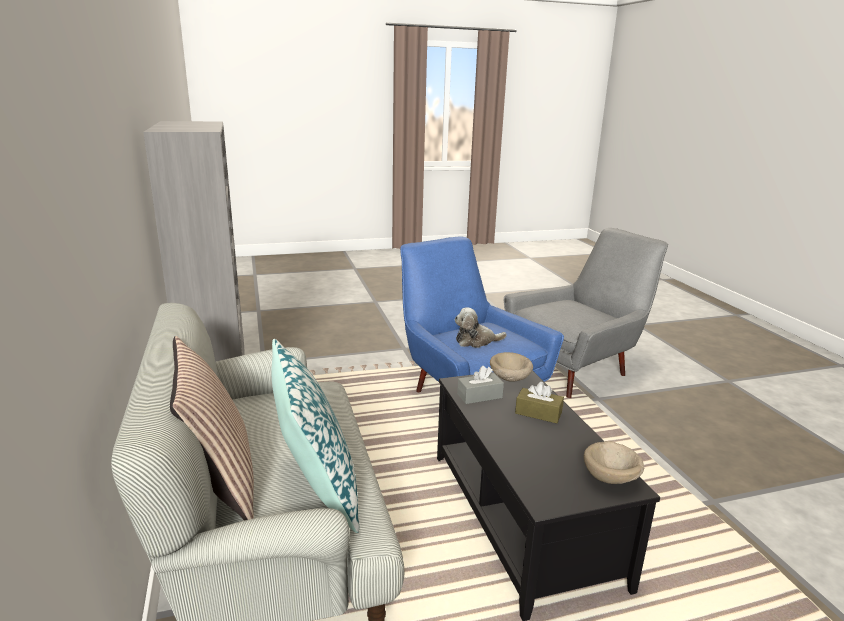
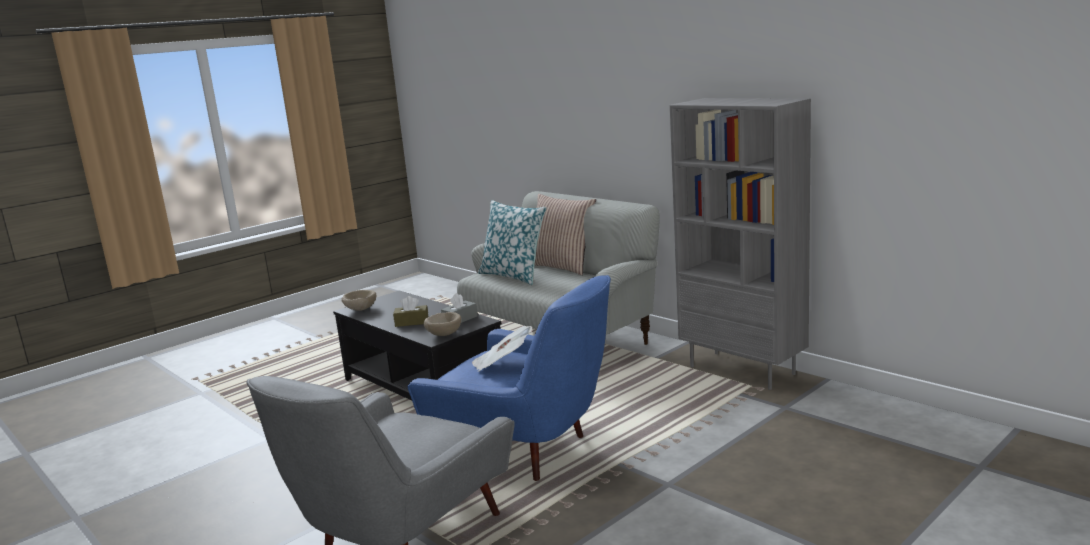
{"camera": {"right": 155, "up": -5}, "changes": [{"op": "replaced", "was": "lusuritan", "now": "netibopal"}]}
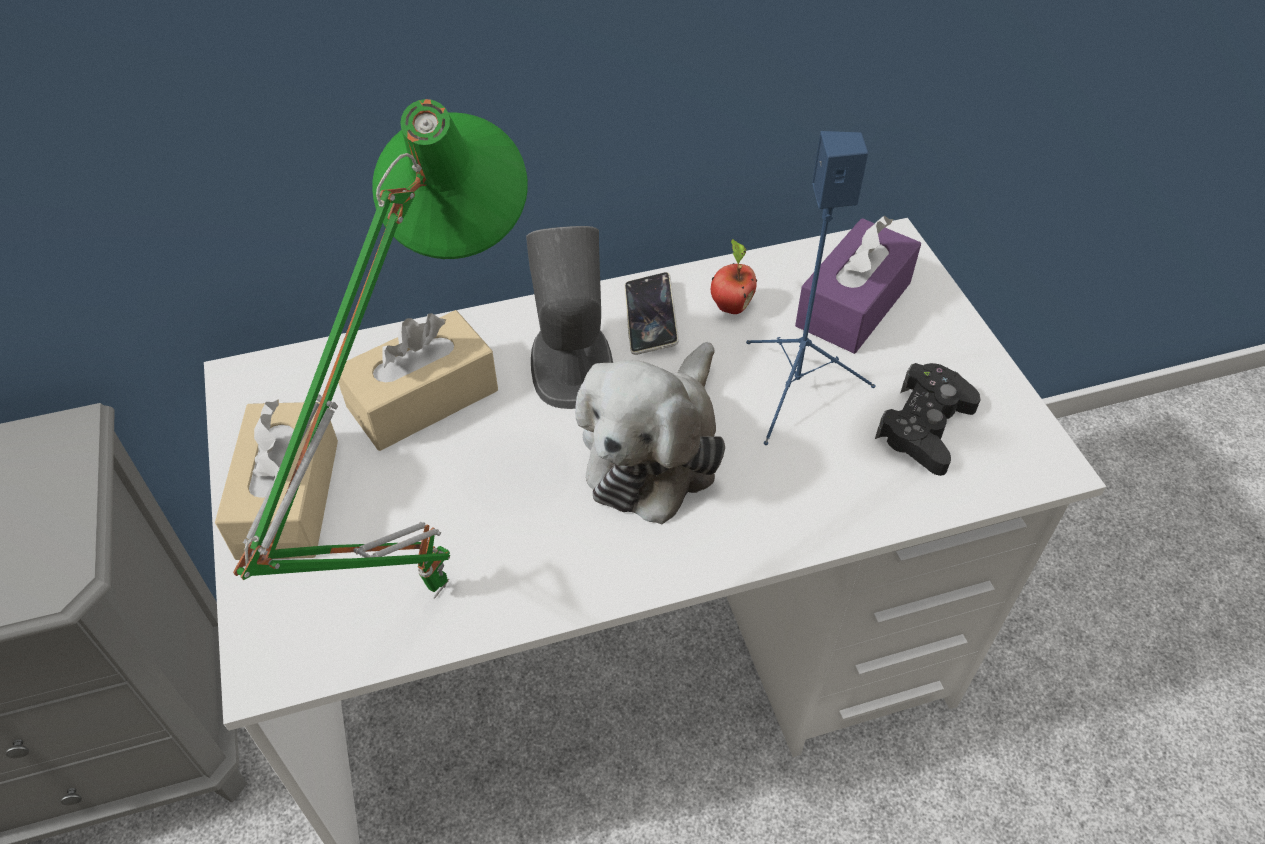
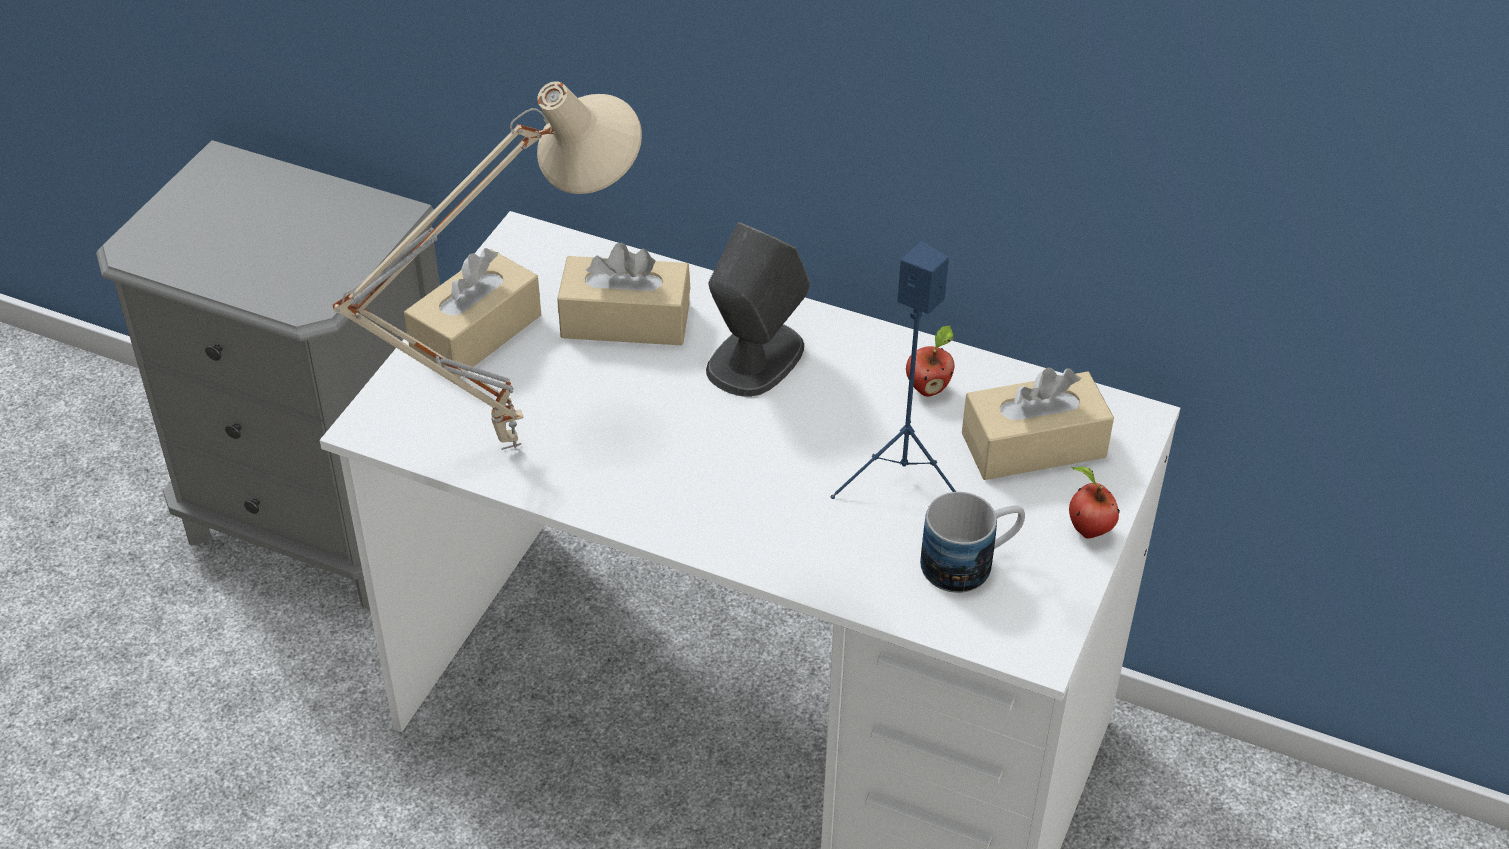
{"camera": {"right": 40, "up": -5}, "changes": [{"op": "recoloured", "was": "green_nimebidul", "now": "beige_nimebidul"}, {"op": "removed", "was": "lusuritan"}, {"op": "removed", "was": "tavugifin"}, {"op": "recoloured", "was": "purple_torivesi", "now": "beige_torivesi (3rd from left)"}, {"op": "replaced", "was": "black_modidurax", "now": "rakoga"}, {"op": "added", "now": "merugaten (2nd from left)"}]}
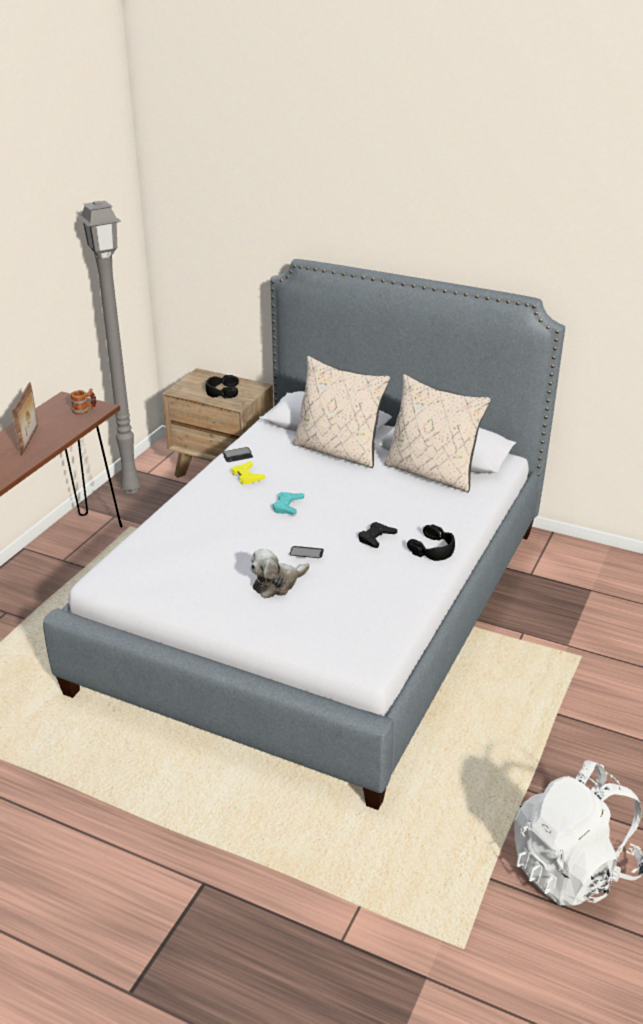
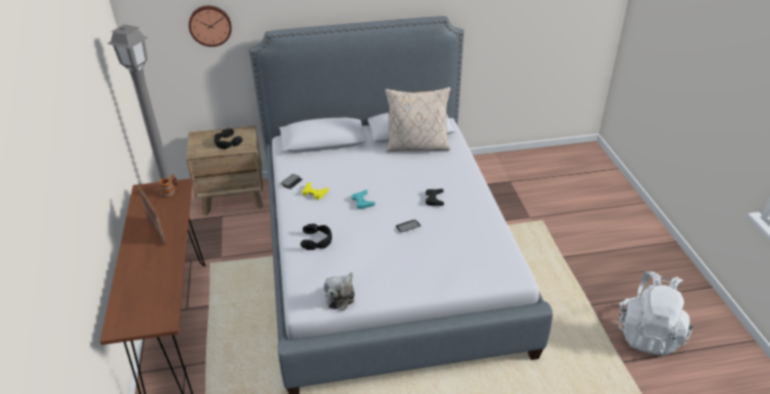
{"camera": {"right": -35, "up": 5}, "changes": [{"op": "moved", "was": "lusuritan"}, {"op": "removed", "was": "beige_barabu (1st from left)"}, {"op": "moved", "was": "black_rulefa (2nd from left)"}, {"op": "added", "now": "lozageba"}]}
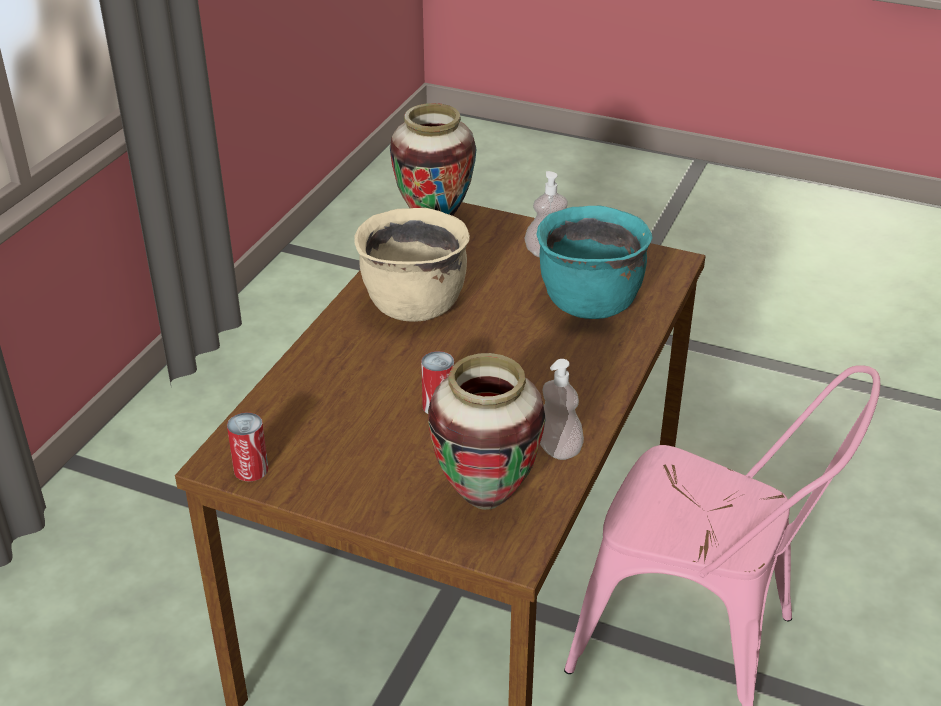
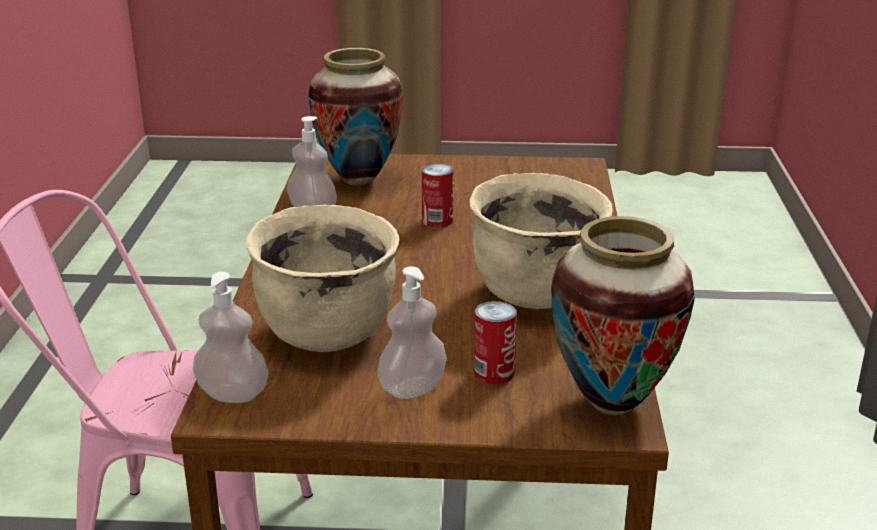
{"camera": {"right": 160, "up": -10}, "changes": [{"op": "moved", "was": "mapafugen (1st from left in the first image)", "now": "mapafugen (2nd from left)"}, {"op": "recoloured", "was": "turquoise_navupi", "now": "beige_navupi (1st from left)"}, {"op": "added", "now": "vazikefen (1st from left)"}]}
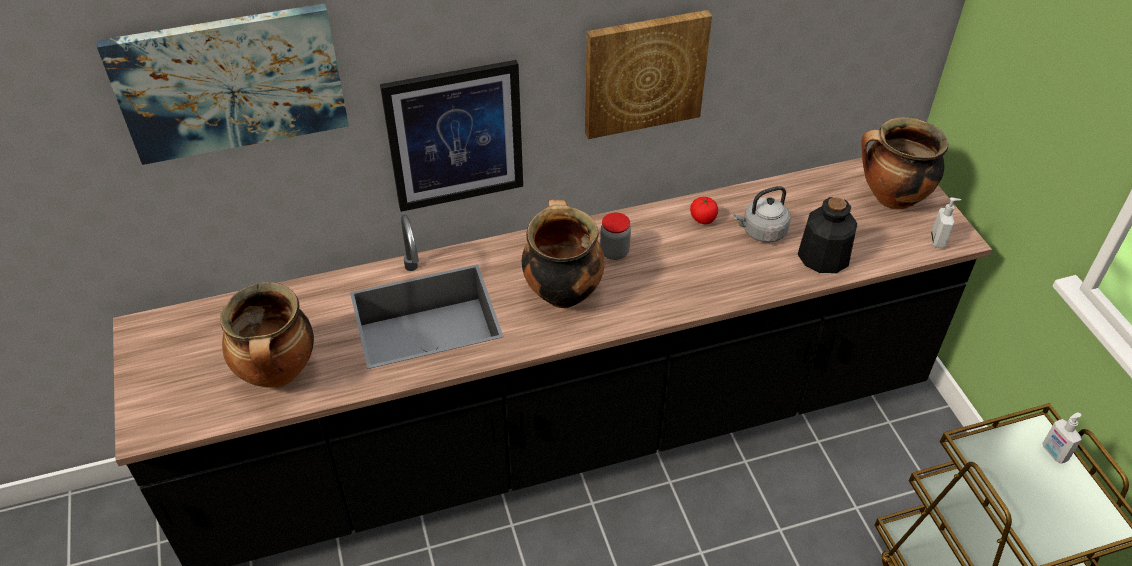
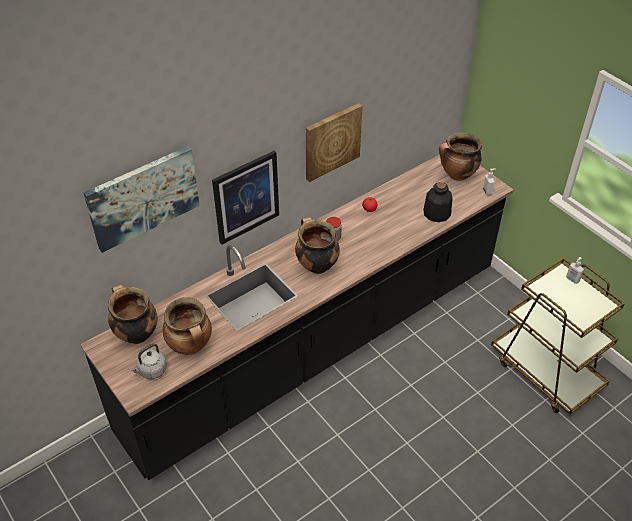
{"camera": {"right": -20, "up": 0}, "changes": [{"op": "moved", "was": "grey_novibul"}, {"op": "added", "now": "navupi (1st from left)"}]}
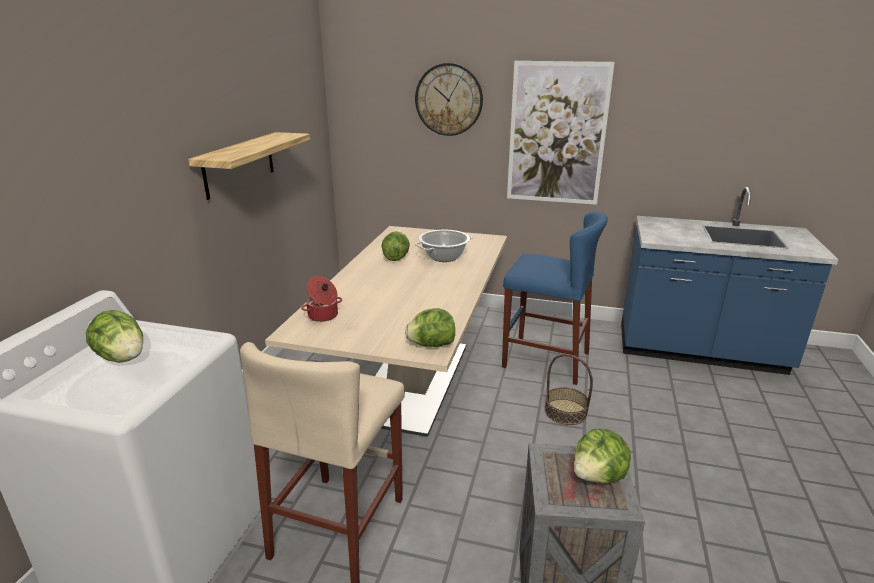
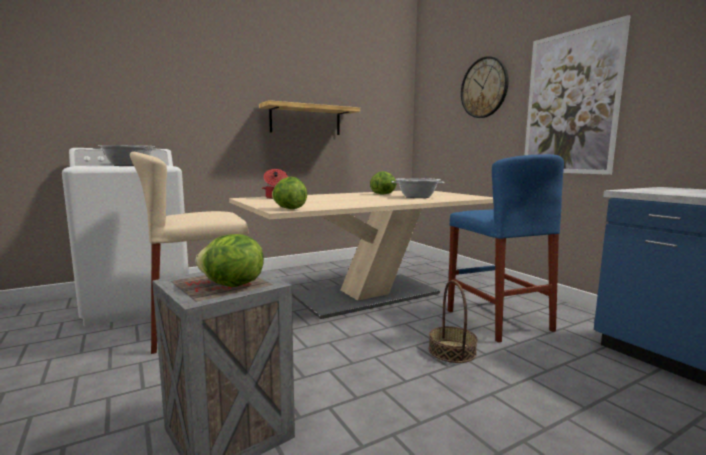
{"camera": {"right": 45, "up": -15}, "changes": [{"op": "replaced", "was": "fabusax (1st from left)", "now": "navupi (1st from left)"}]}
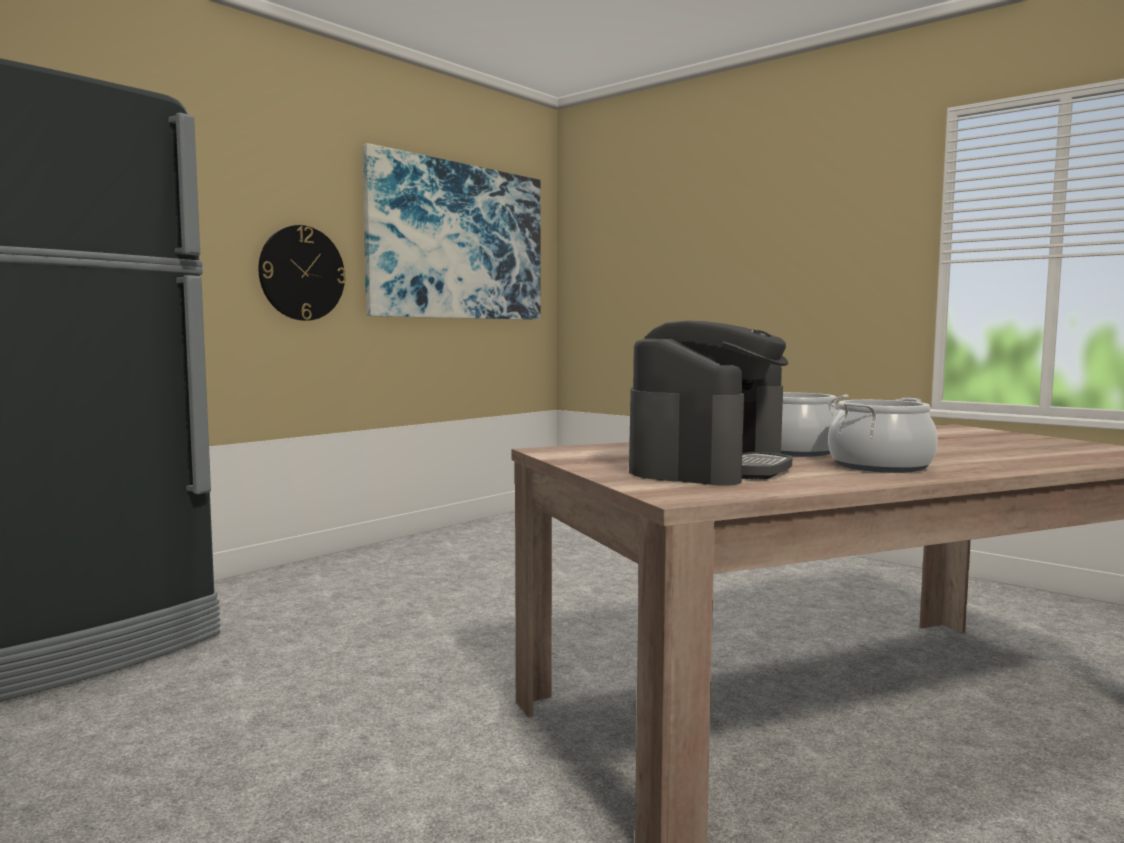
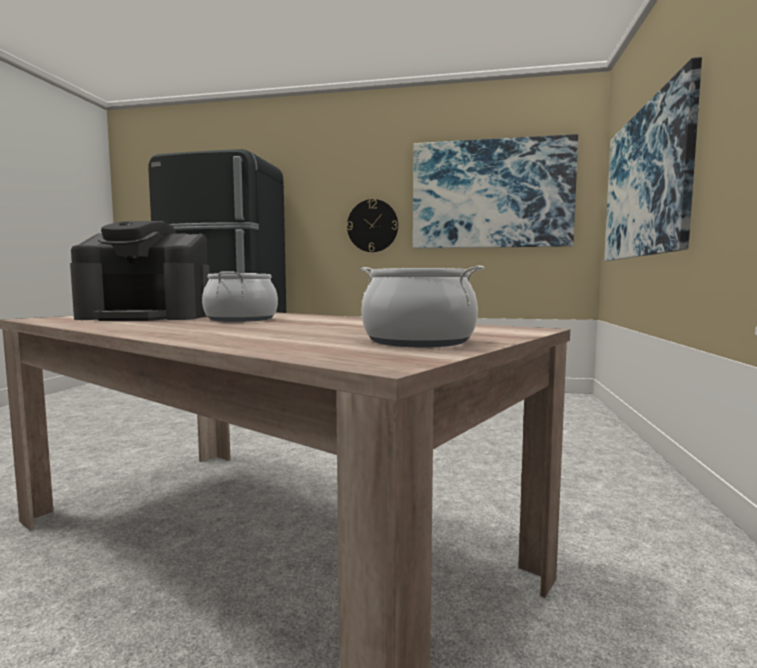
{"camera": {"right": 60, "up": 0}, "changes": [{"op": "moved", "was": "navupi (2nd from left)"}, {"op": "added", "now": "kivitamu (2nd from left)"}]}
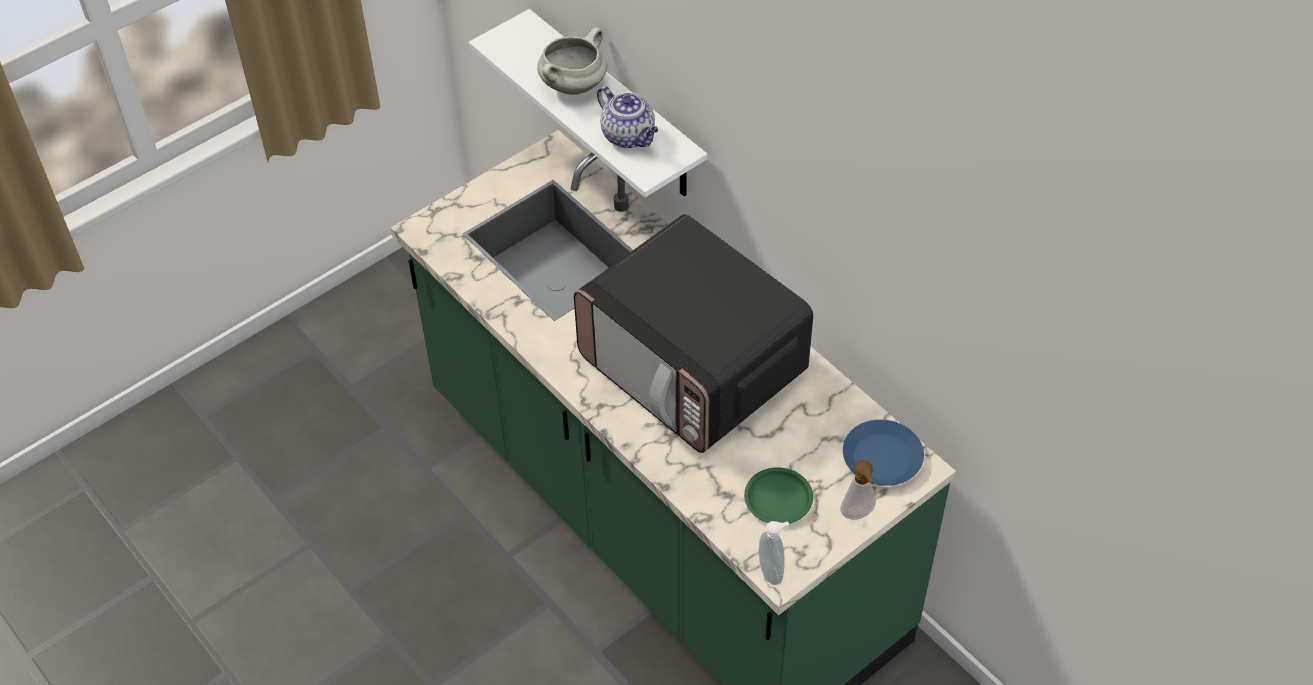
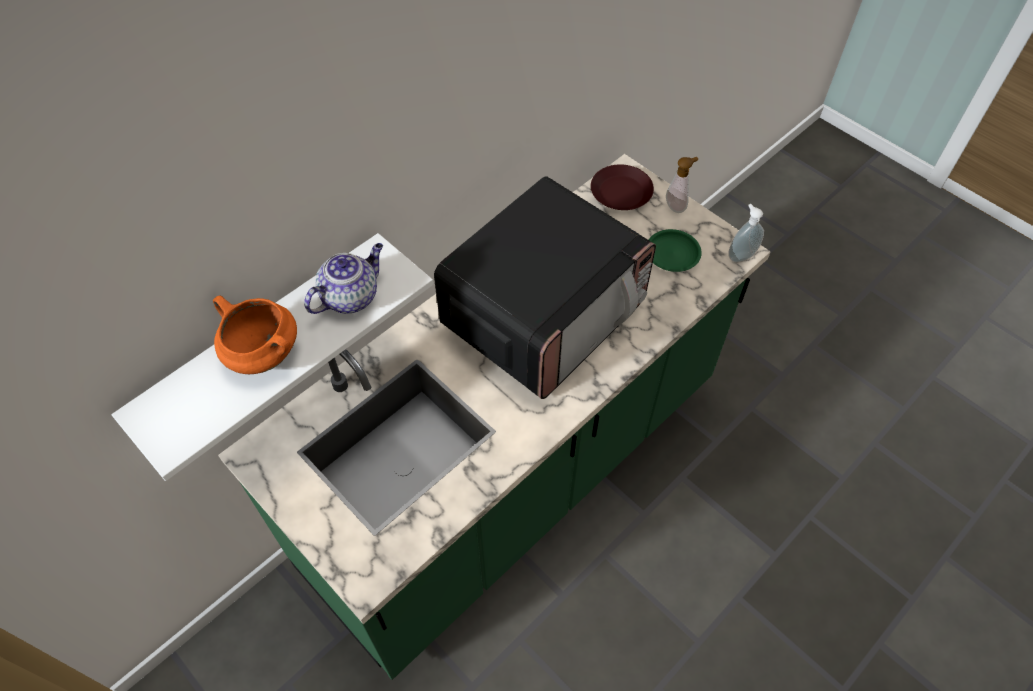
{"camera": {"right": -95, "up": 5}, "changes": [{"op": "recoloured", "was": "white_navupi", "now": "orange_navupi"}, {"op": "recoloured", "was": "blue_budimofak", "now": "brown_budimofak"}]}
